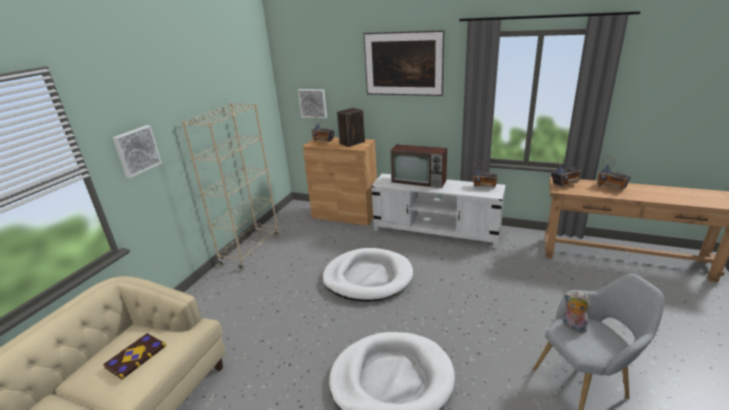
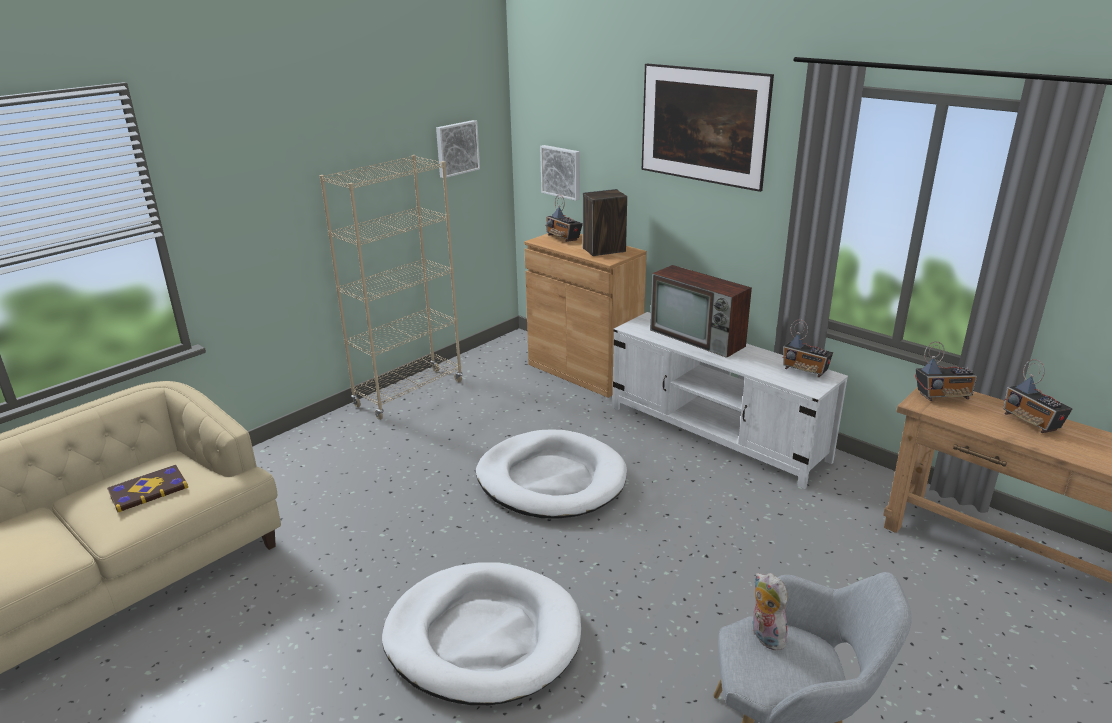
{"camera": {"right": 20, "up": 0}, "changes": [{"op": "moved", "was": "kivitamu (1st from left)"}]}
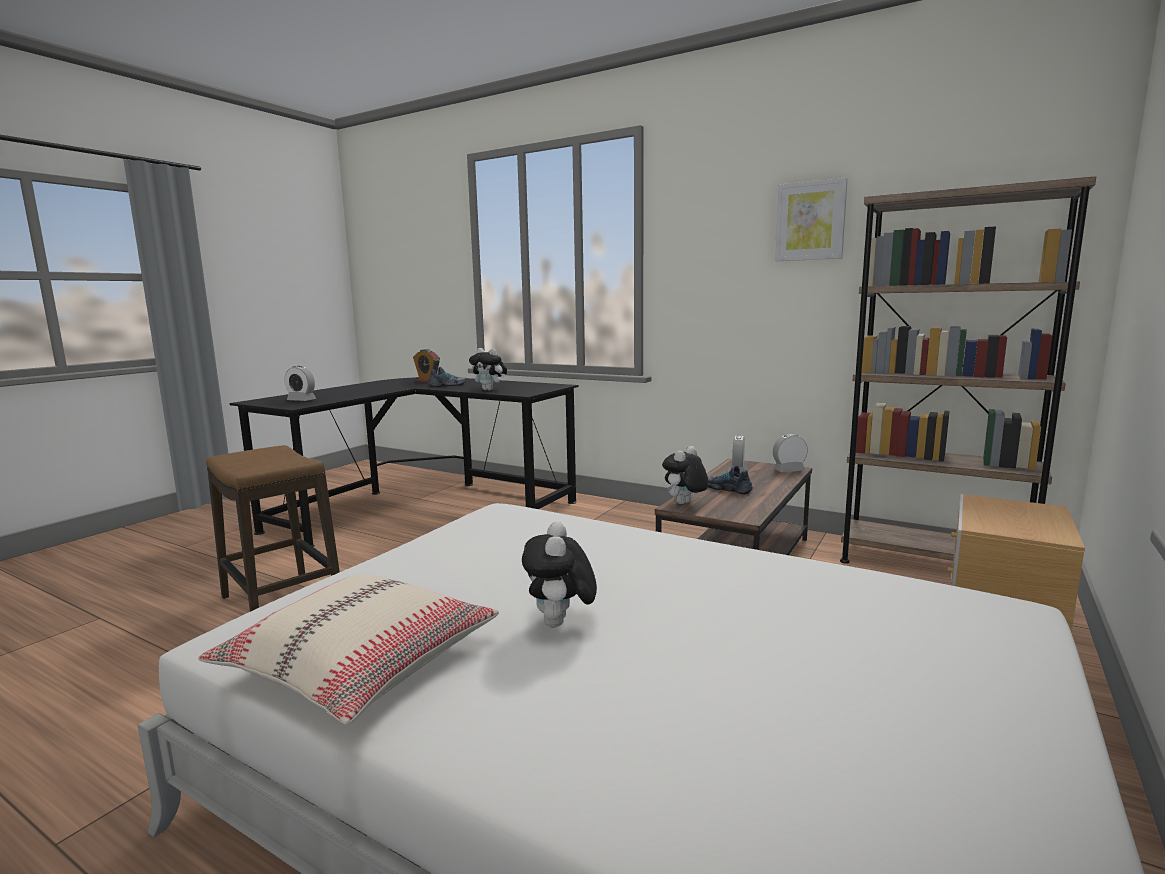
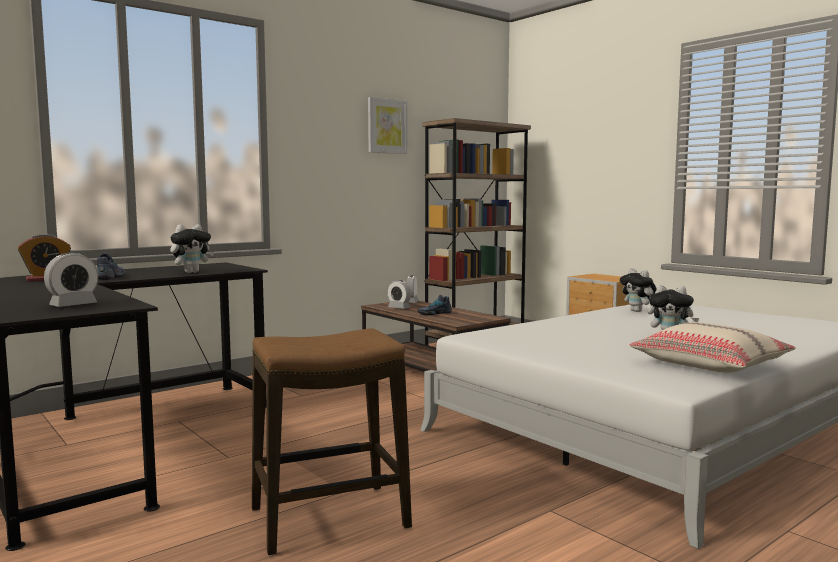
{"camera": {"right": -70, "up": -5}, "changes": [{"op": "moved", "was": "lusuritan (3rd from left in the first image)", "now": "lusuritan (2nd from left)"}]}
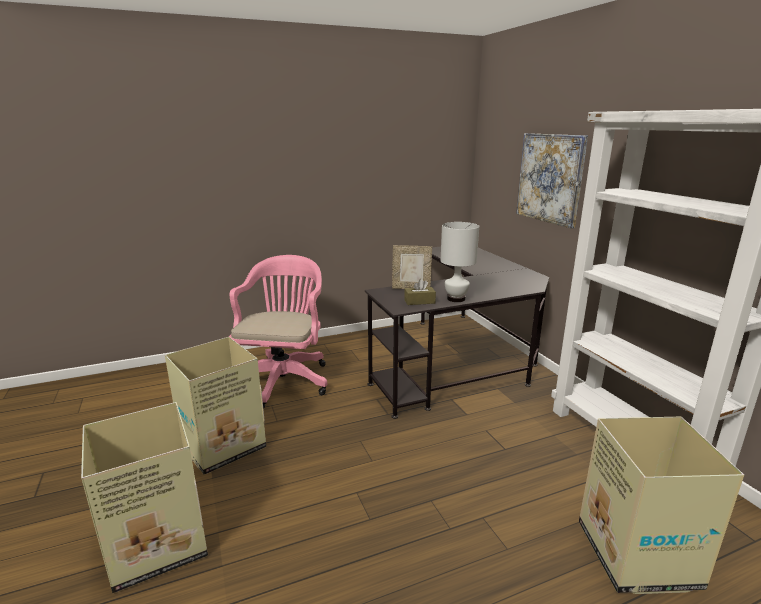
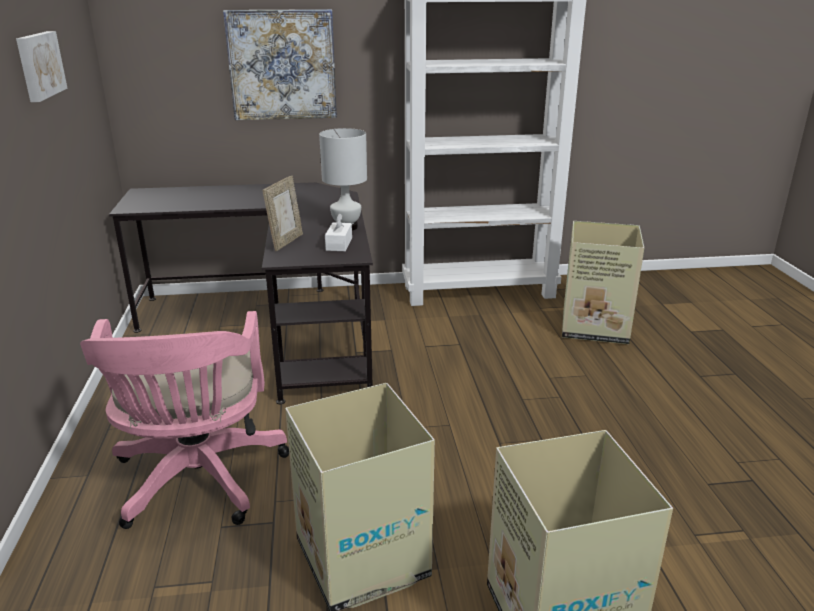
{"camera": {"right": -75, "up": 5}, "changes": [{"op": "turned", "was": "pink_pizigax", "clockwise": -120}, {"op": "recoloured", "was": "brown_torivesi", "now": "white_torivesi"}, {"op": "added", "now": "kivitamu (1st from left)"}]}
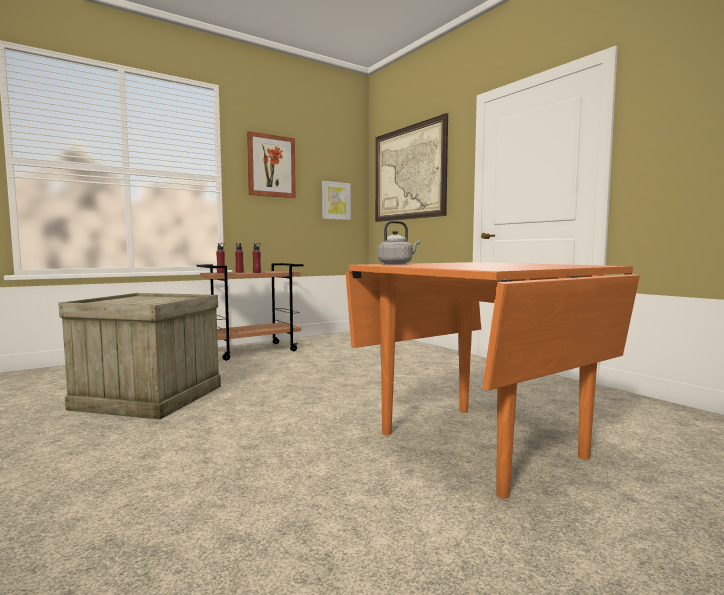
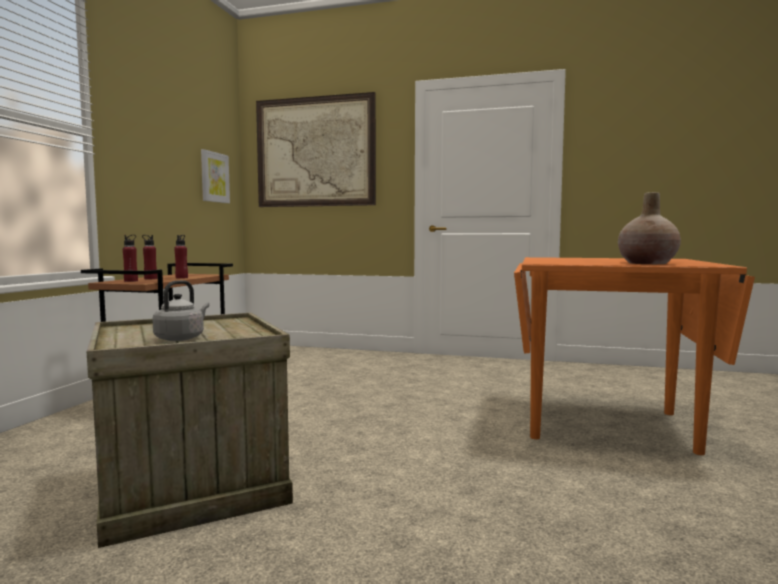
{"camera": {"right": -40, "up": 0}, "changes": [{"op": "removed", "was": "kivitamu (1st from left)"}, {"op": "moved", "was": "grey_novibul"}, {"op": "added", "now": "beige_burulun"}]}
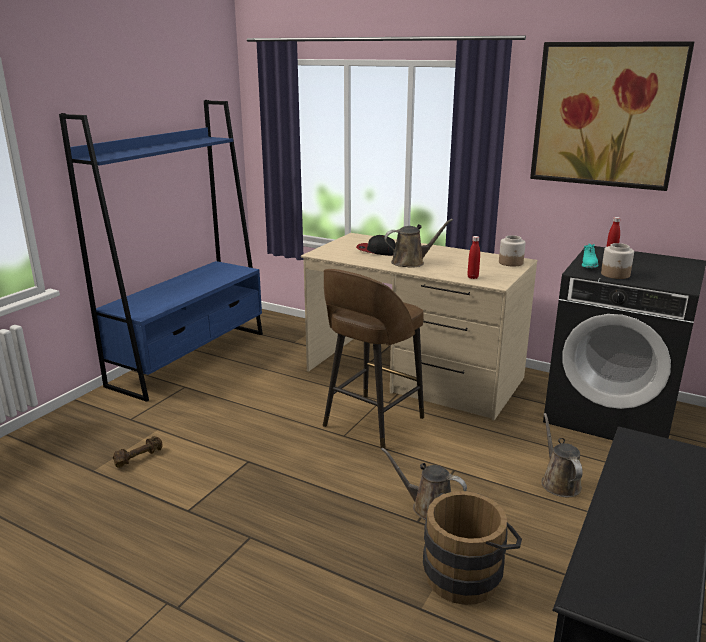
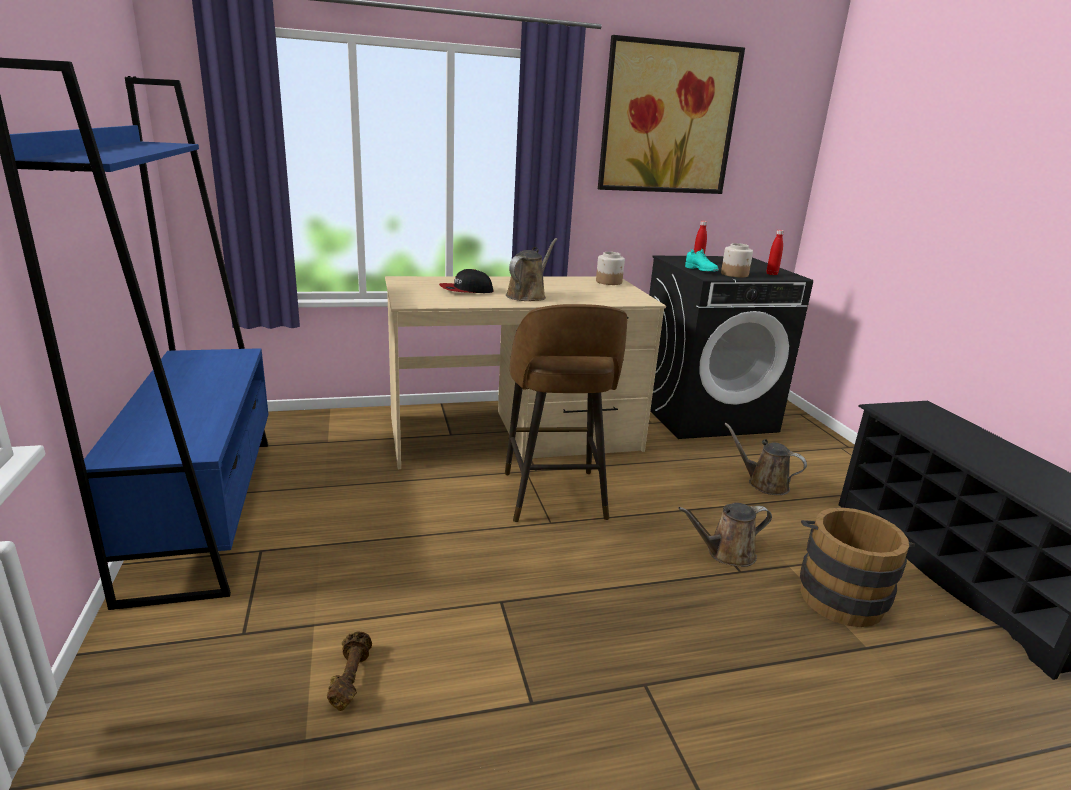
{"camera": {"right": -45, "up": 0}, "changes": [{"op": "moved", "was": "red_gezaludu (1st from left in the first image)", "now": "red_gezaludu (2nd from left)"}]}
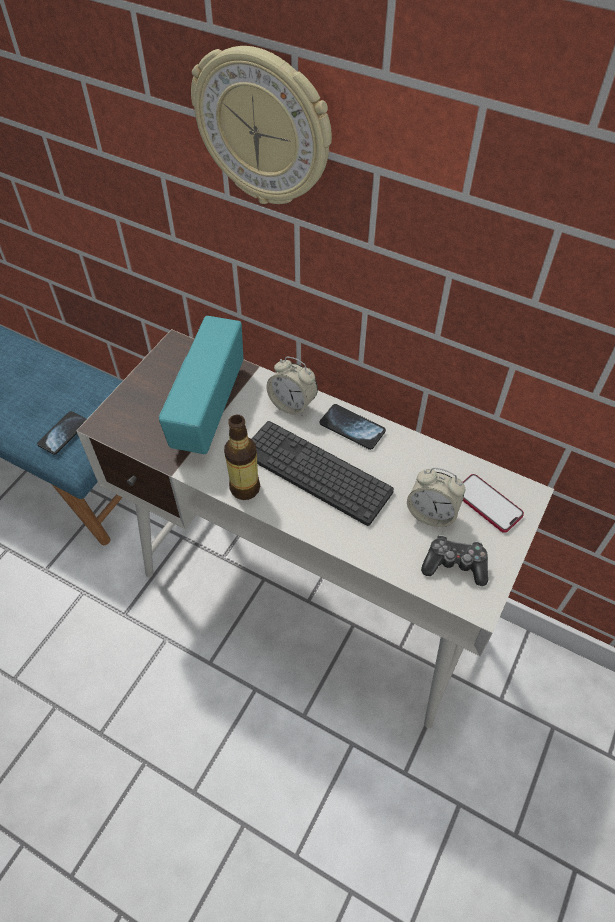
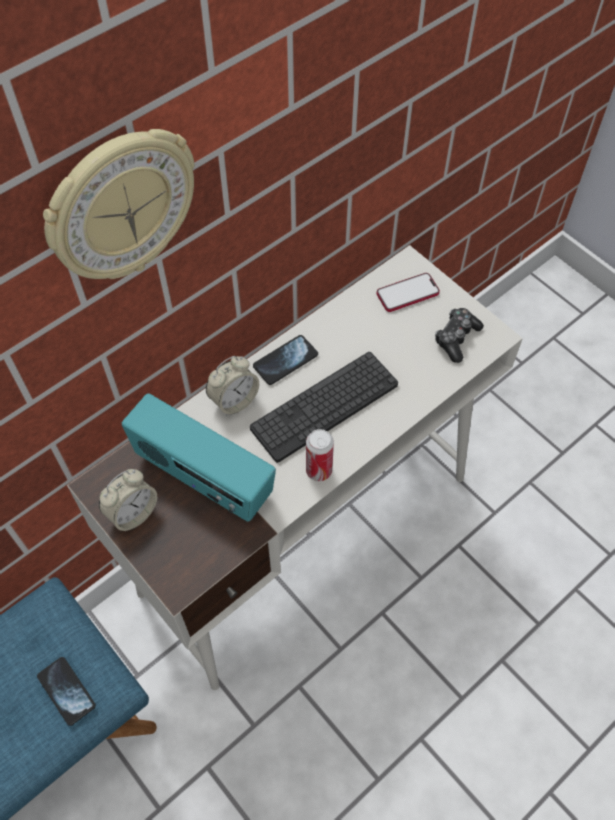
{"camera": {"right": -70, "up": 5}, "changes": [{"op": "replaced", "was": "gezaludu", "now": "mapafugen"}, {"op": "moved", "was": "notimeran (2nd from left in the first image)", "now": "notimeran (1st from left)"}]}
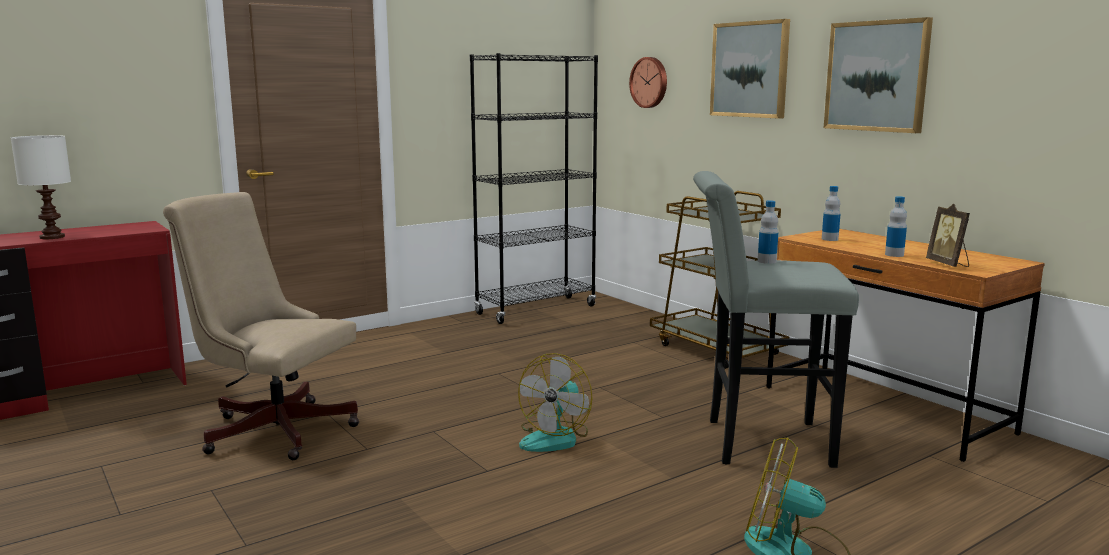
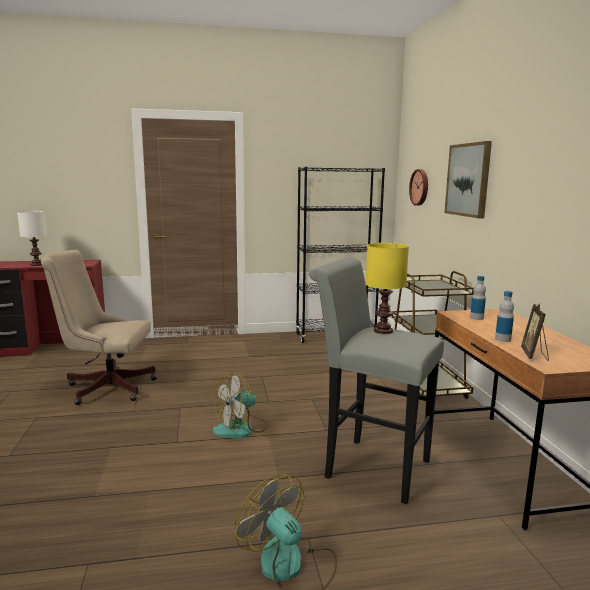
{"camera": {"right": 25, "up": 0}, "changes": [{"op": "turned", "was": "beige_pizigax", "clockwise": -45}, {"op": "replaced", "was": "gezaludu (1st from left)", "now": "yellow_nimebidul"}, {"op": "removed", "was": "kivitamu (2nd from left)"}]}
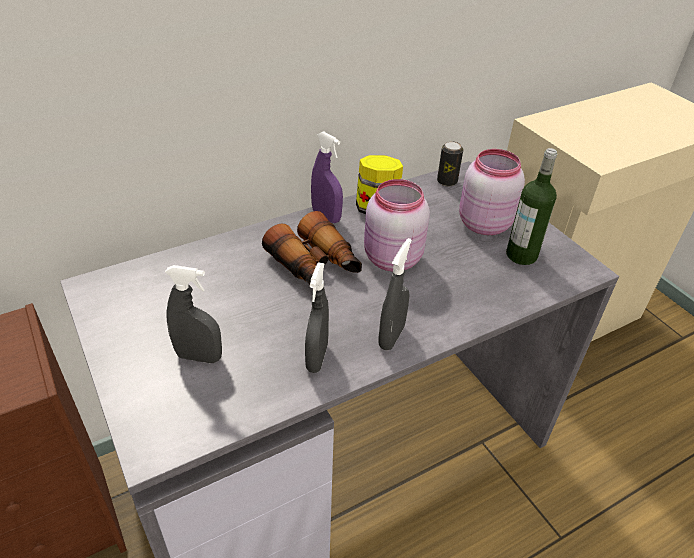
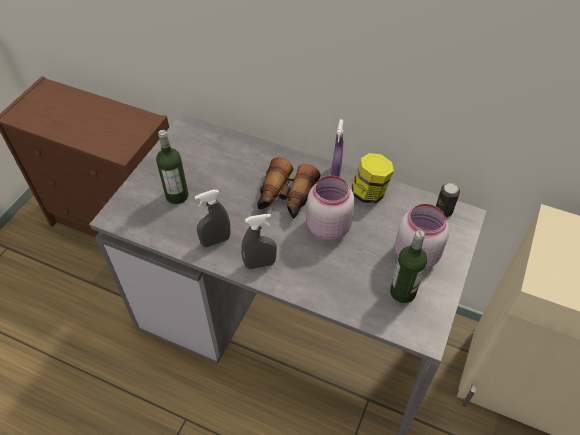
{"camera": {"right": 55, "up": 10}, "changes": [{"op": "replaced", "was": "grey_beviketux (1st from left)", "now": "gezaludu (1st from left)"}]}
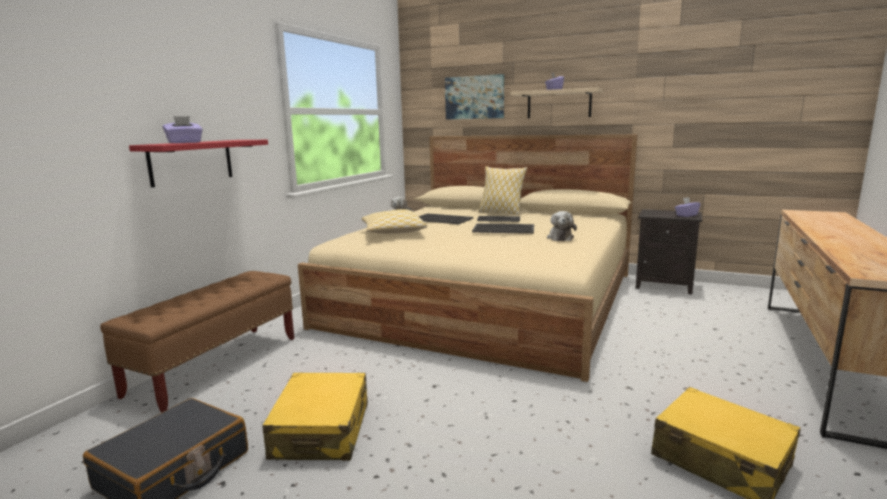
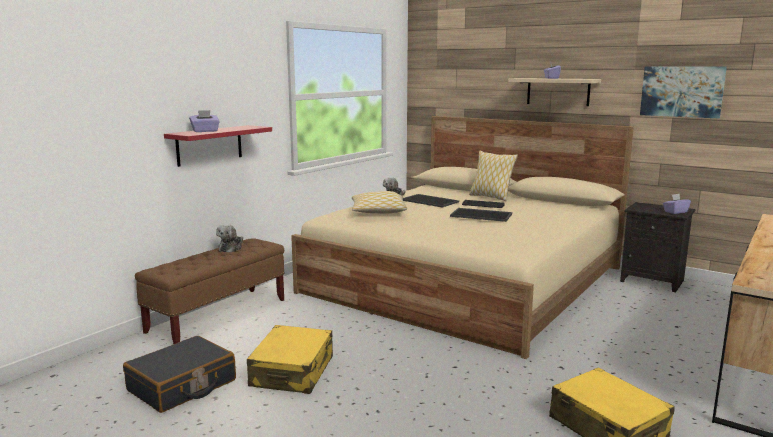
{"camera": {"right": 10, "up": 0}, "changes": [{"op": "moved", "was": "kivitamu"}, {"op": "moved", "was": "lusuritan (2nd from left in the first image)", "now": "lusuritan (1st from left)"}]}
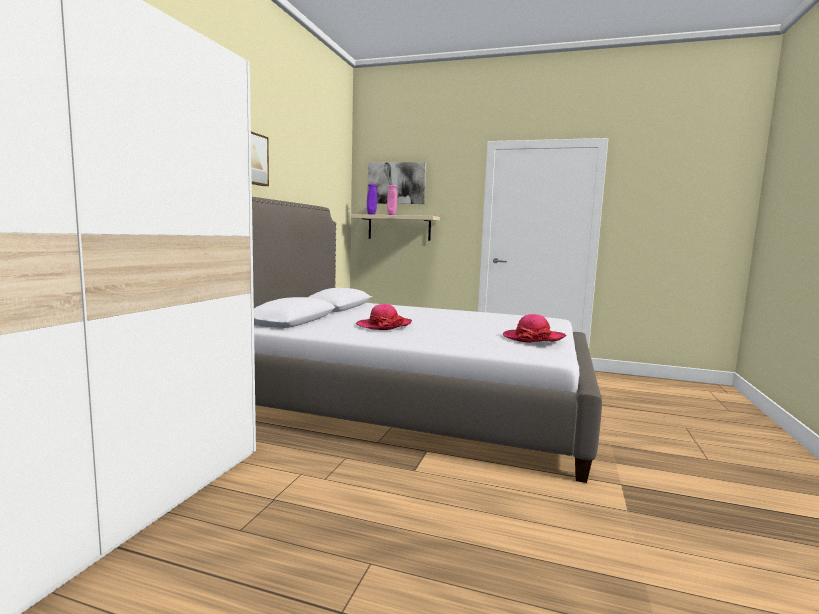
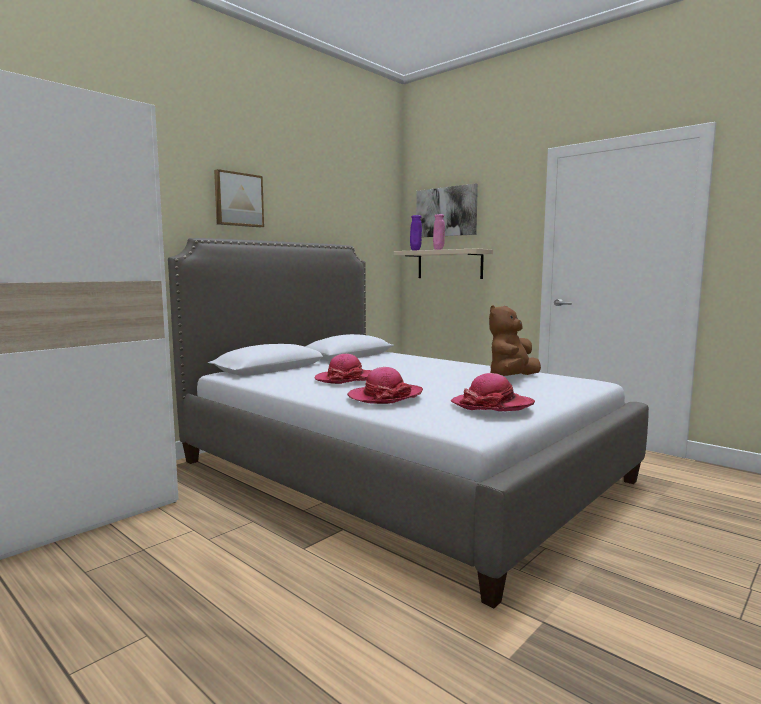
{"camera": {"right": 25, "up": 0}, "changes": [{"op": "added", "now": "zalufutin (2nd from left)"}, {"op": "added", "now": "brown_lusuritan"}]}
